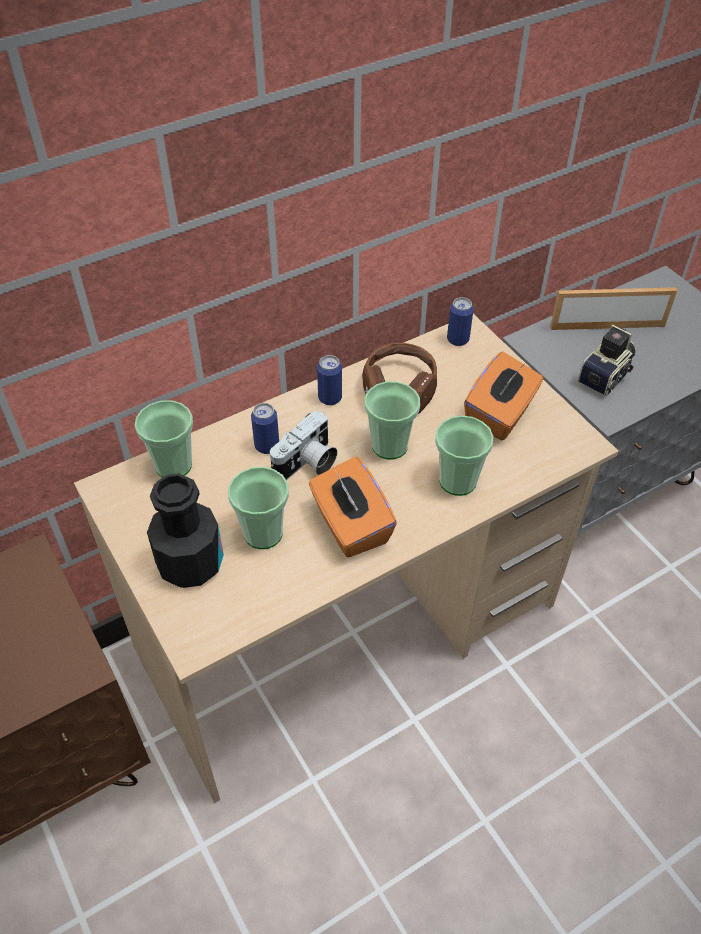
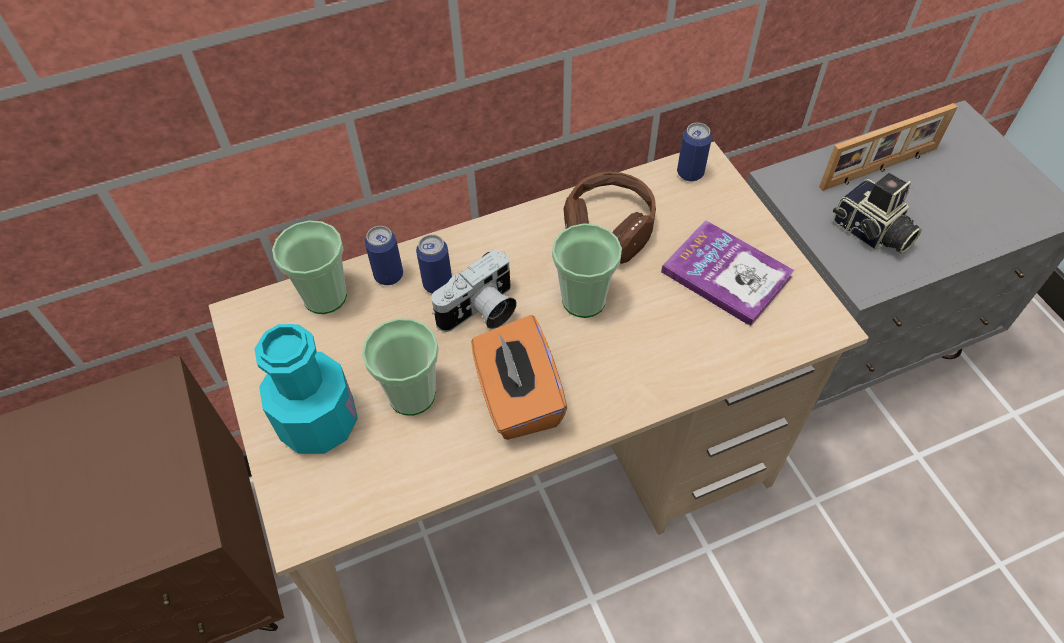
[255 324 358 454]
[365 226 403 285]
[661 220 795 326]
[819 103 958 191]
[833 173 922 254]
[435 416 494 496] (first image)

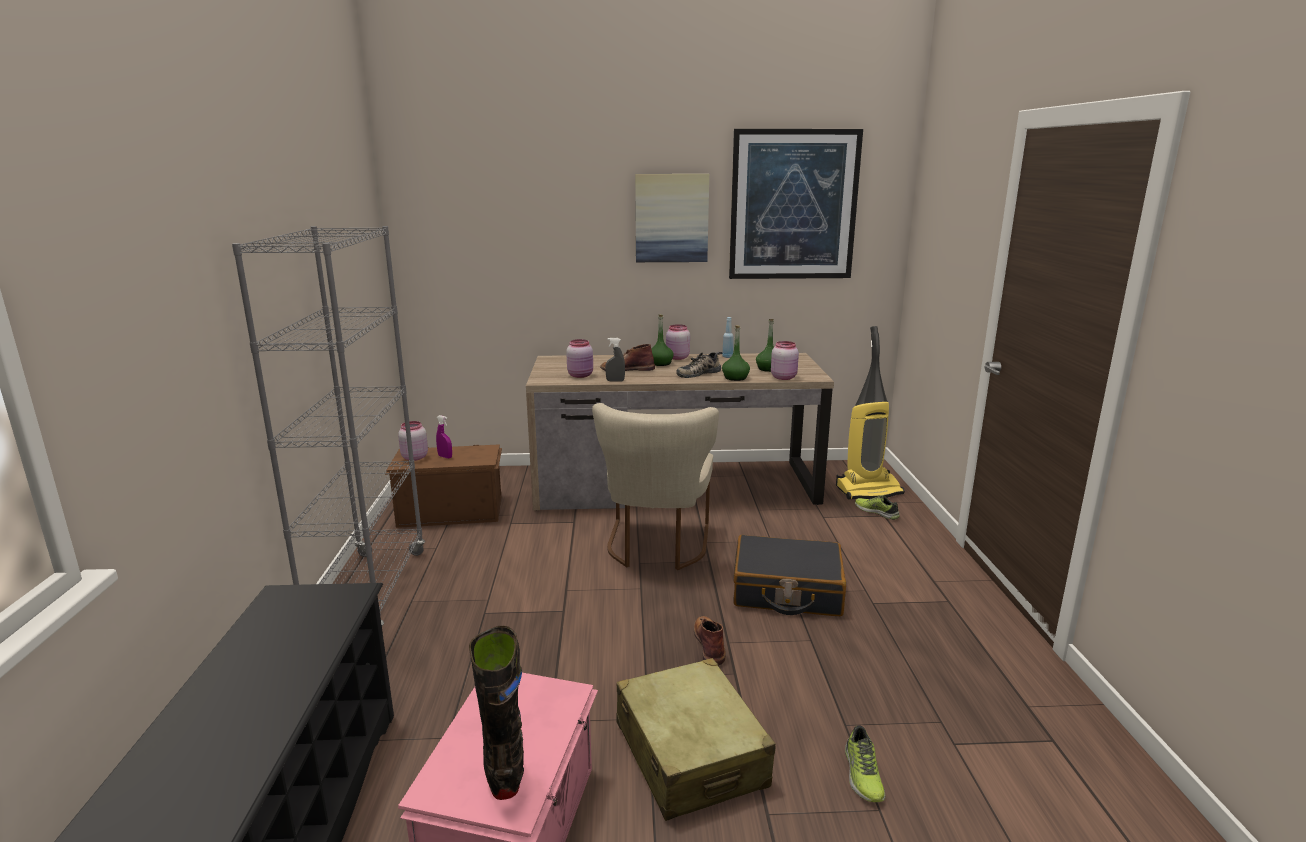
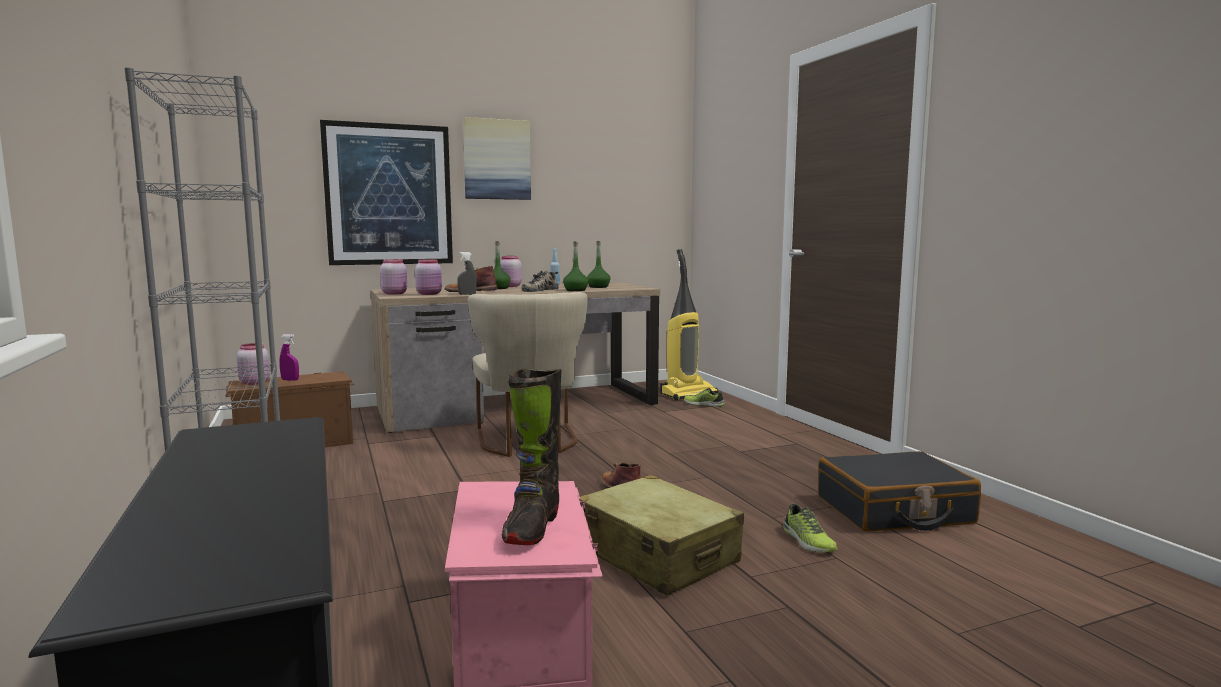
[320 120 453 265]
[380 259 407 295]
[502 368 562 545]
[818 451 981 532]

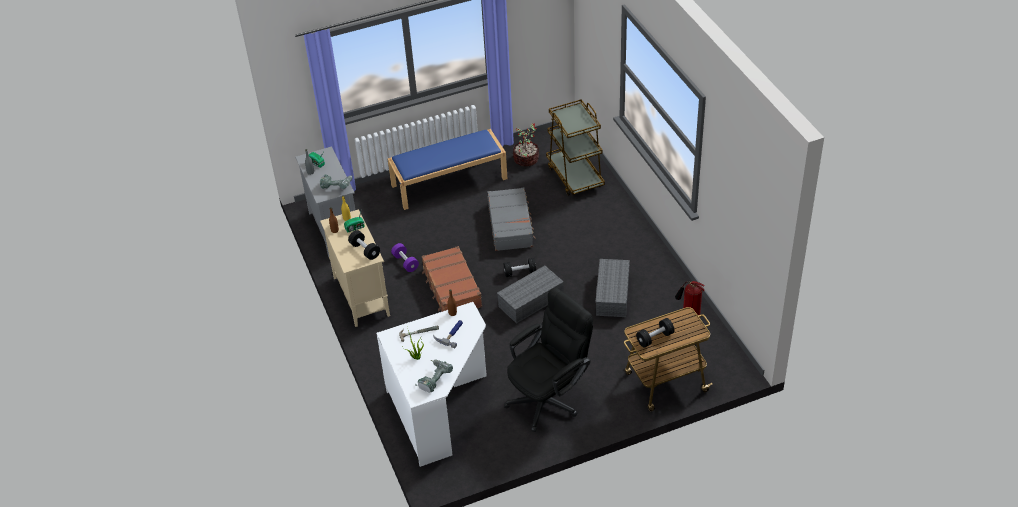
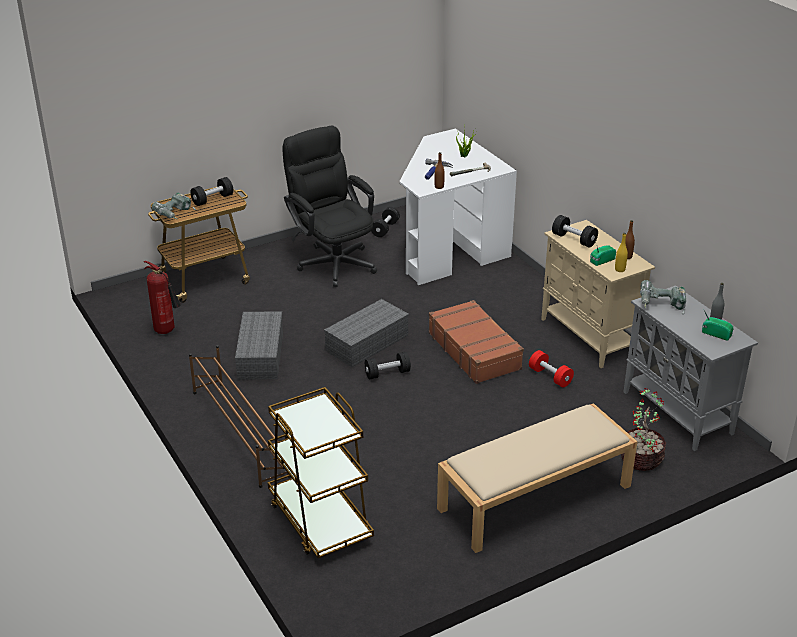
[152 193 196 219]
[189 345 291 488]
[282 125 377 287]
[371 207 400 237]
[437 403 637 553]
[529 350 574 387]
[621 388 666 471]
[487 188 536 251] (first image)

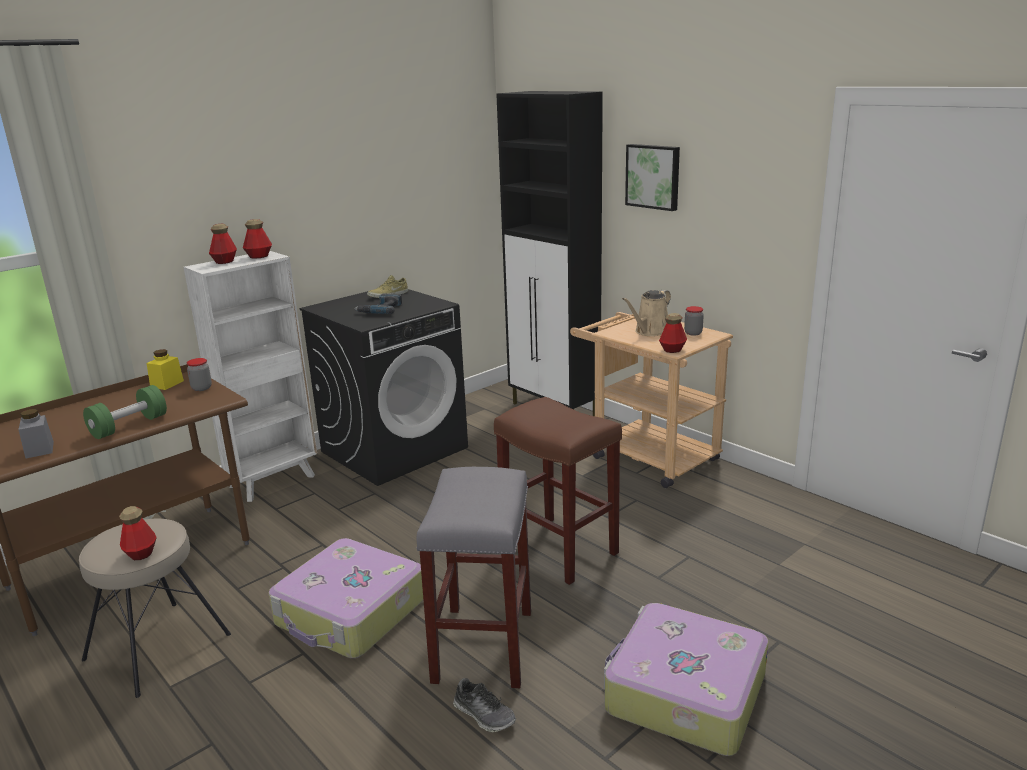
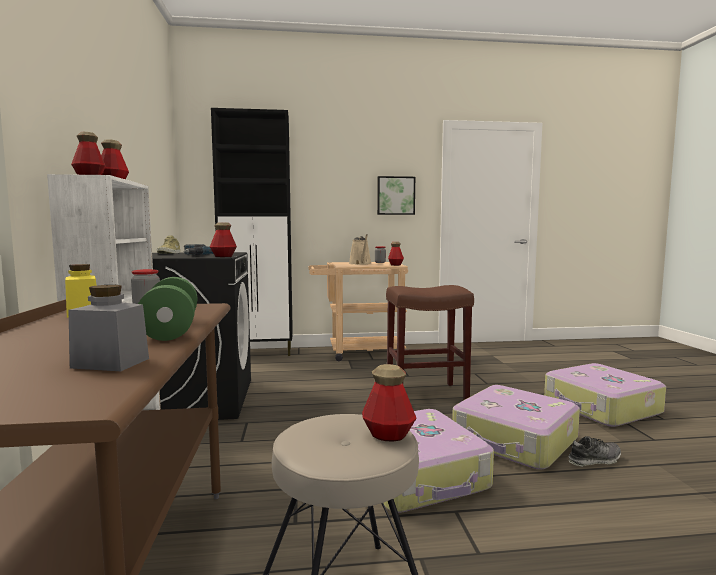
[210 222 237 257]
[377 176 415 215]
[452 385 580 470]

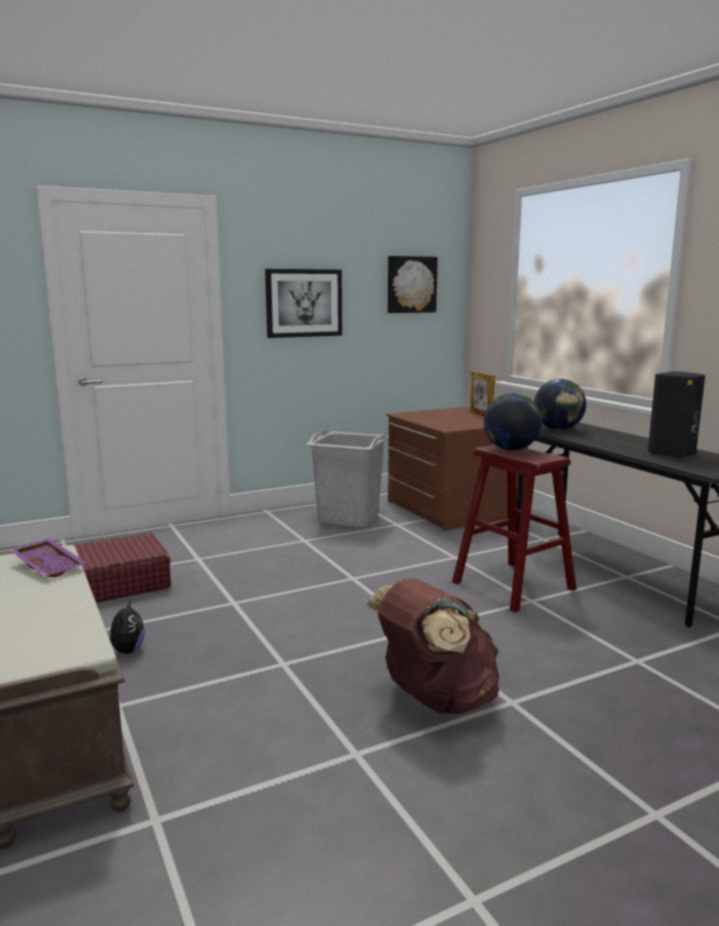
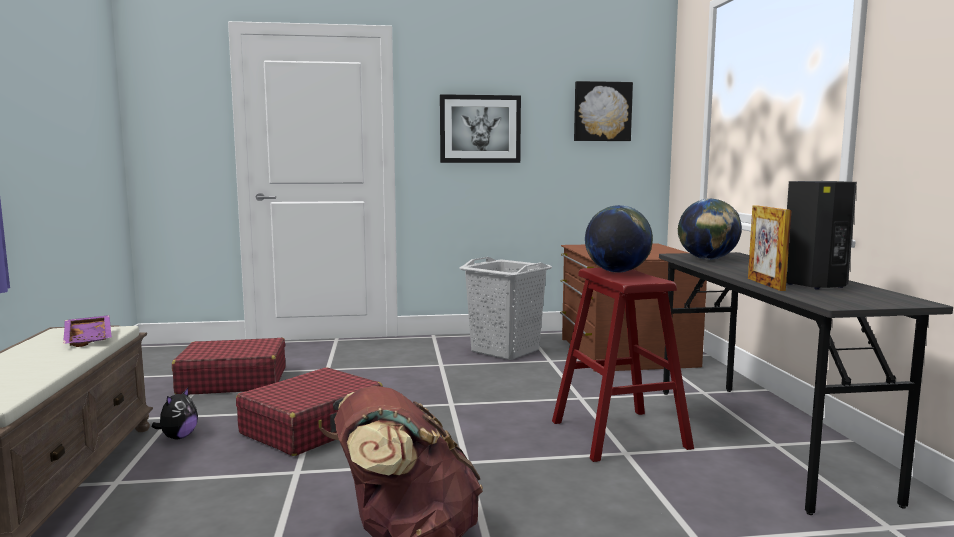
[236 367 383 456]
[748 205 792 291]

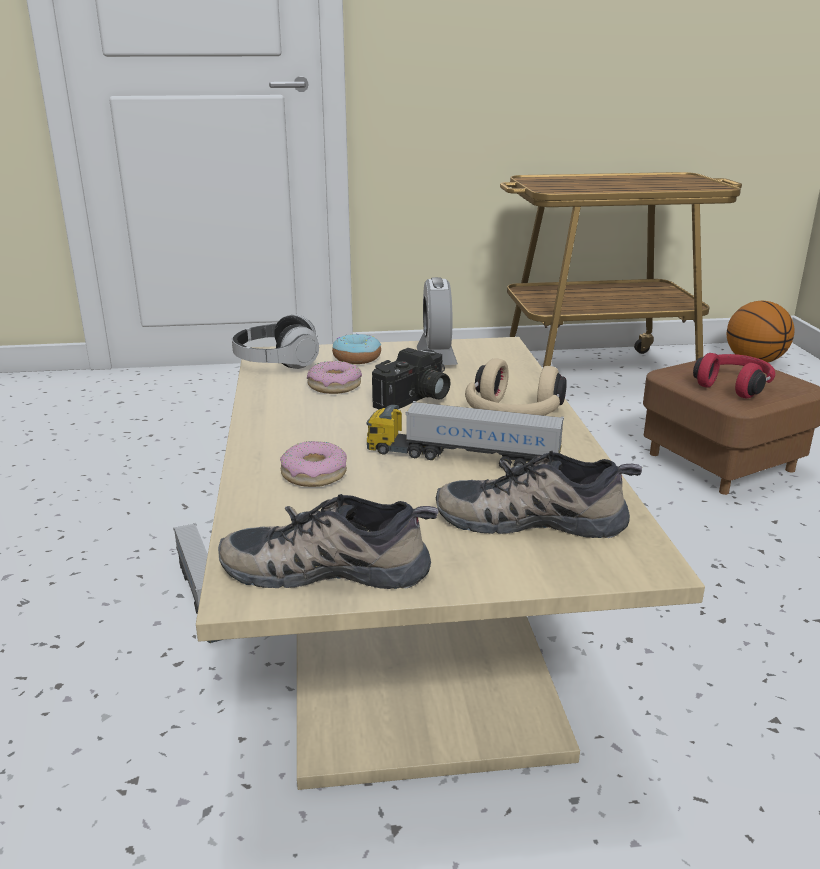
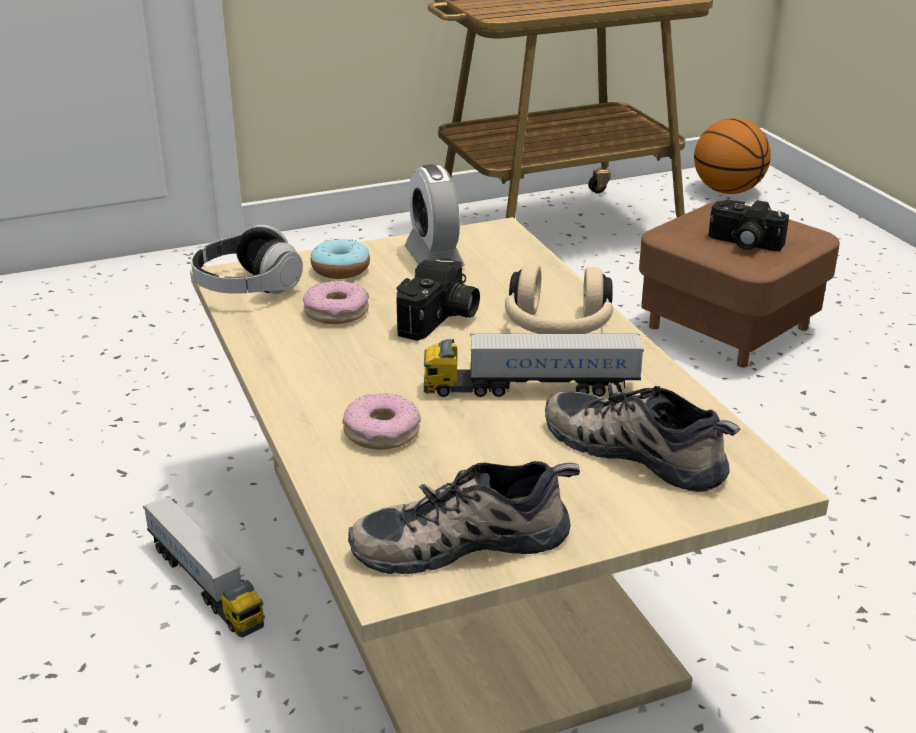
[545 383 740 492]
[709 200 789 251]

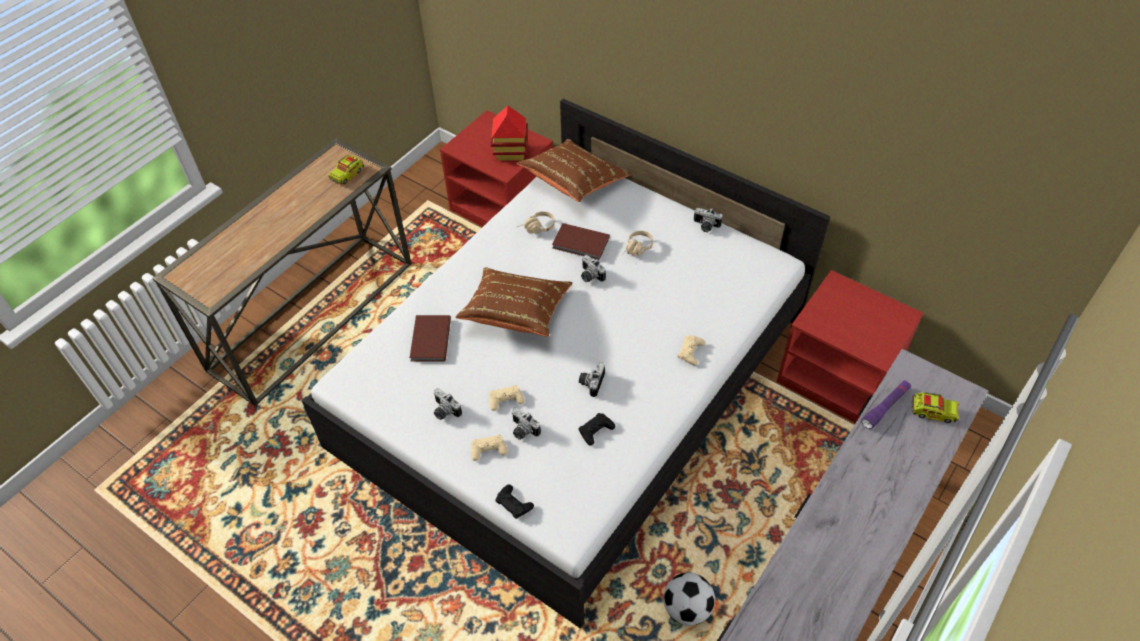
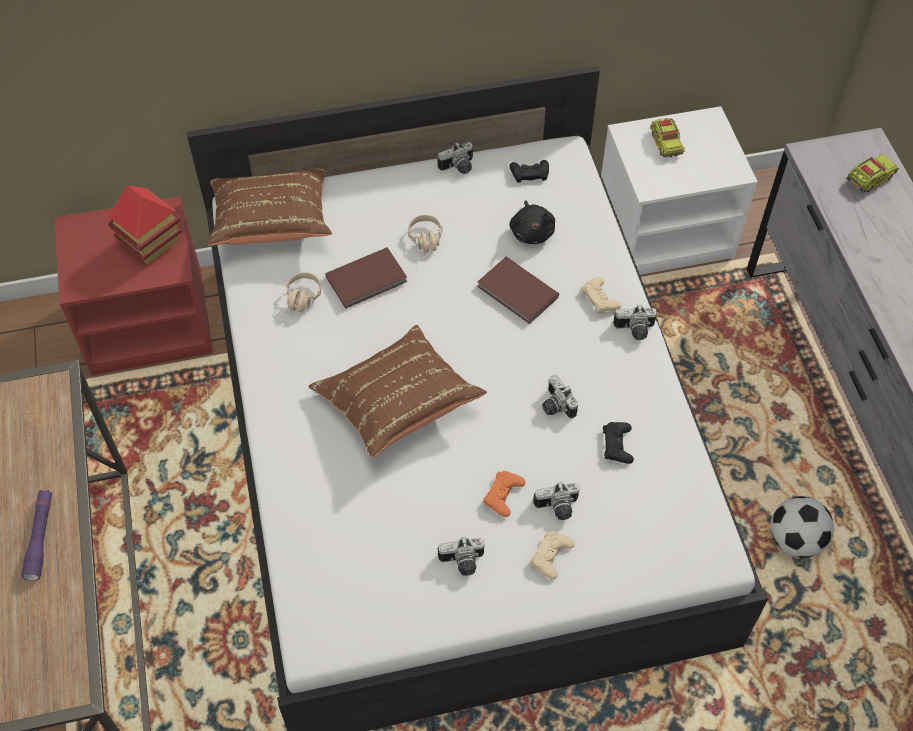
[21 490 52 581]
[477 257 559 324]
[483 471 525 517]
[509 160 549 183]
[509 200 555 244]
[601 106 758 275]
[613 305 657 340]
[650 118 685 157]

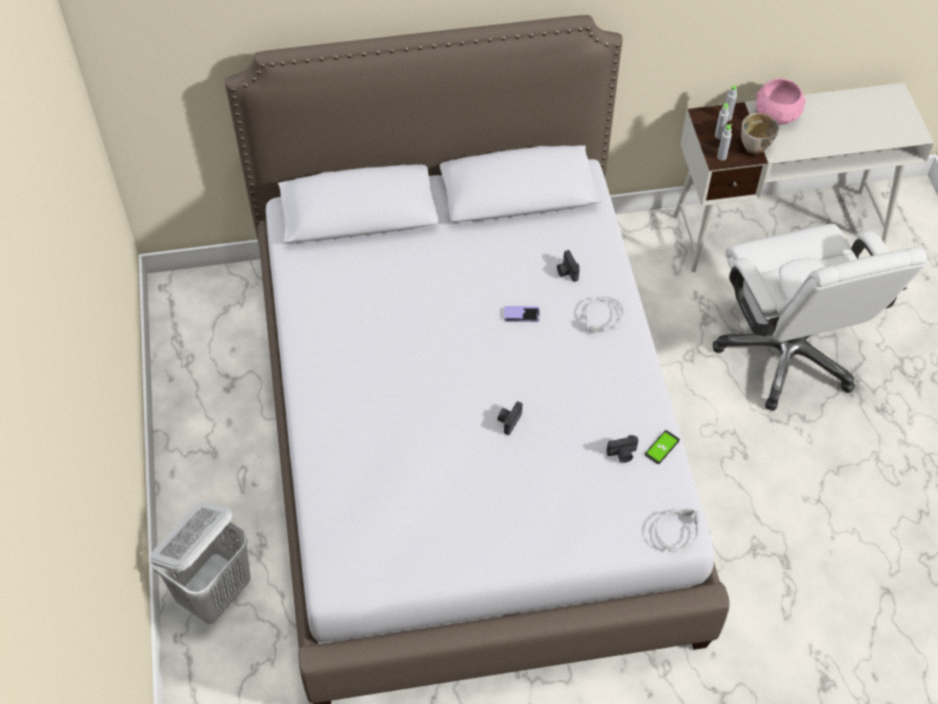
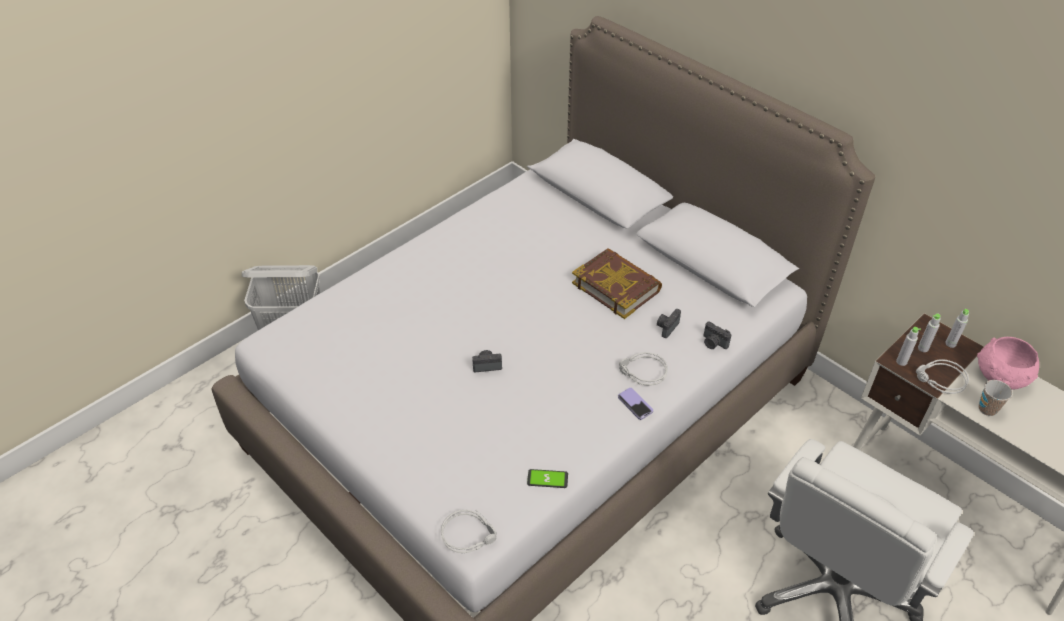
[572 248 662 319]
[618 388 653 420]
[704 321 731 349]
[916 359 969 394]
[979 380 1012 416]

